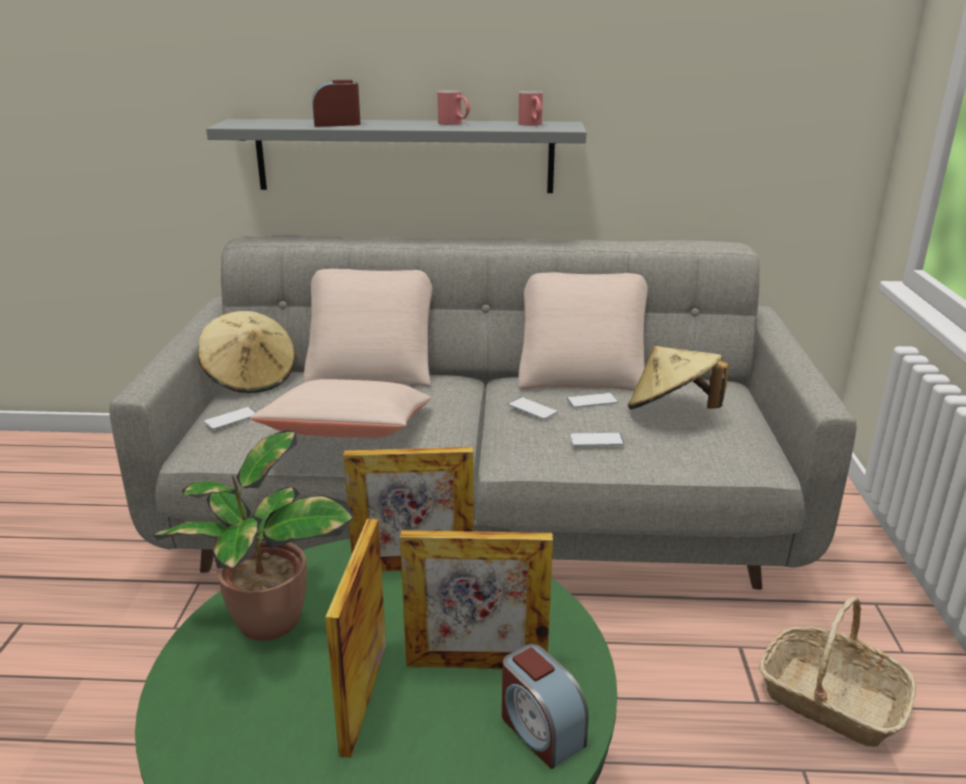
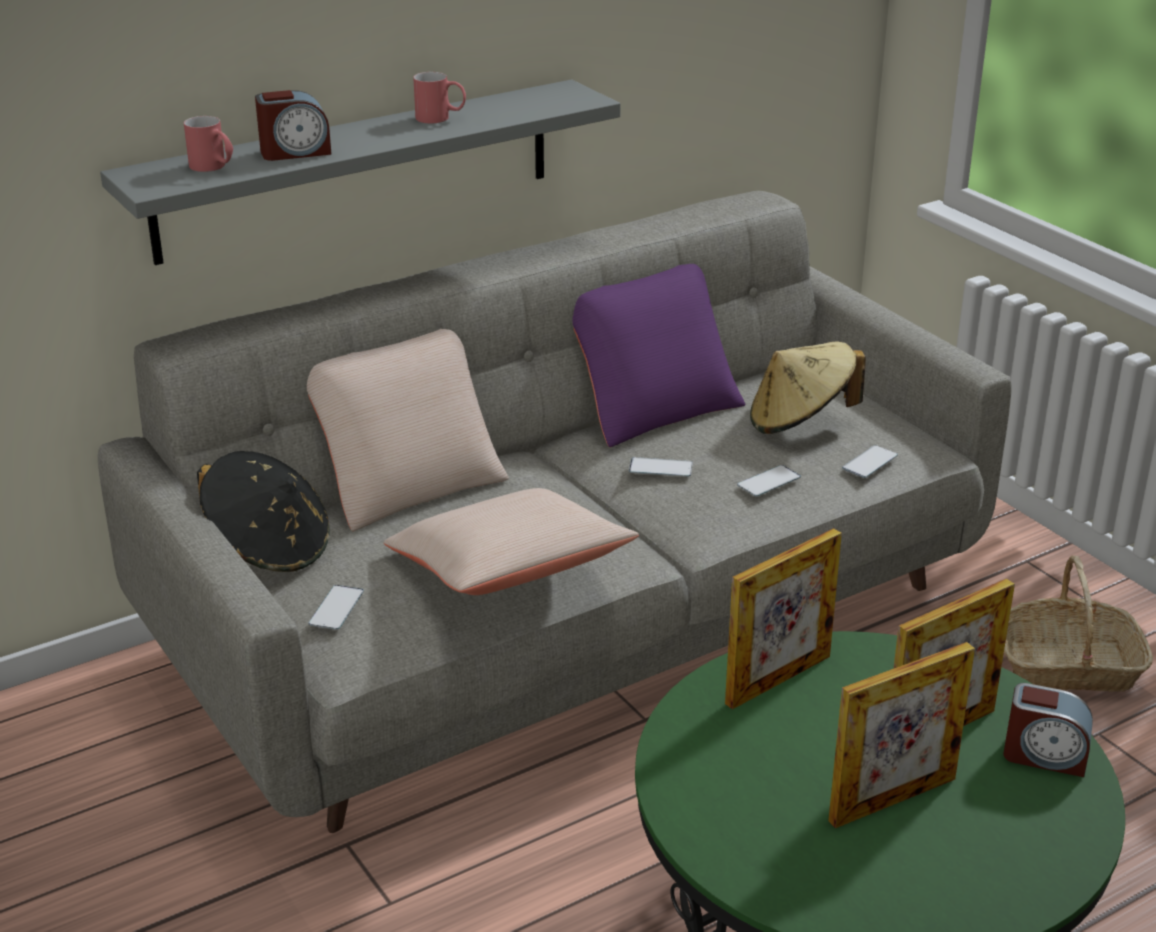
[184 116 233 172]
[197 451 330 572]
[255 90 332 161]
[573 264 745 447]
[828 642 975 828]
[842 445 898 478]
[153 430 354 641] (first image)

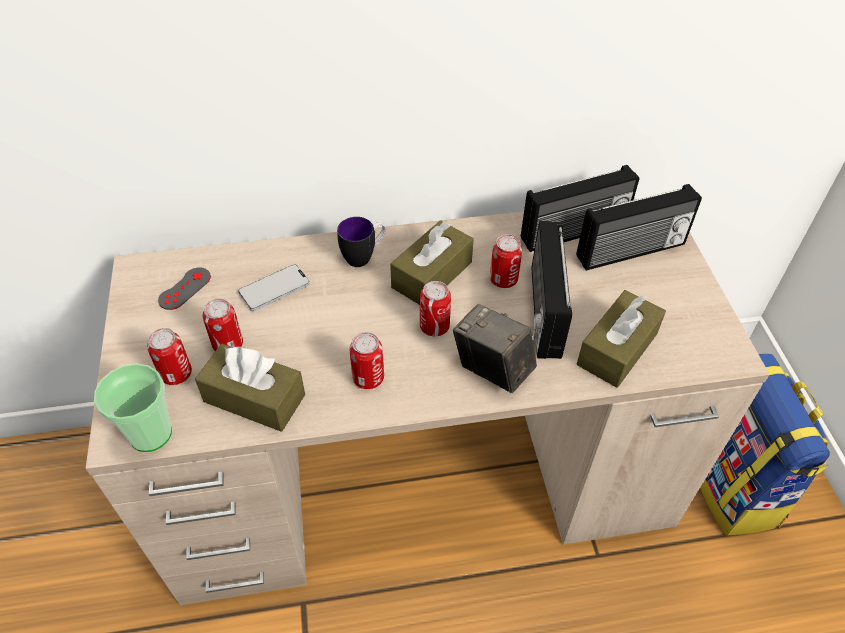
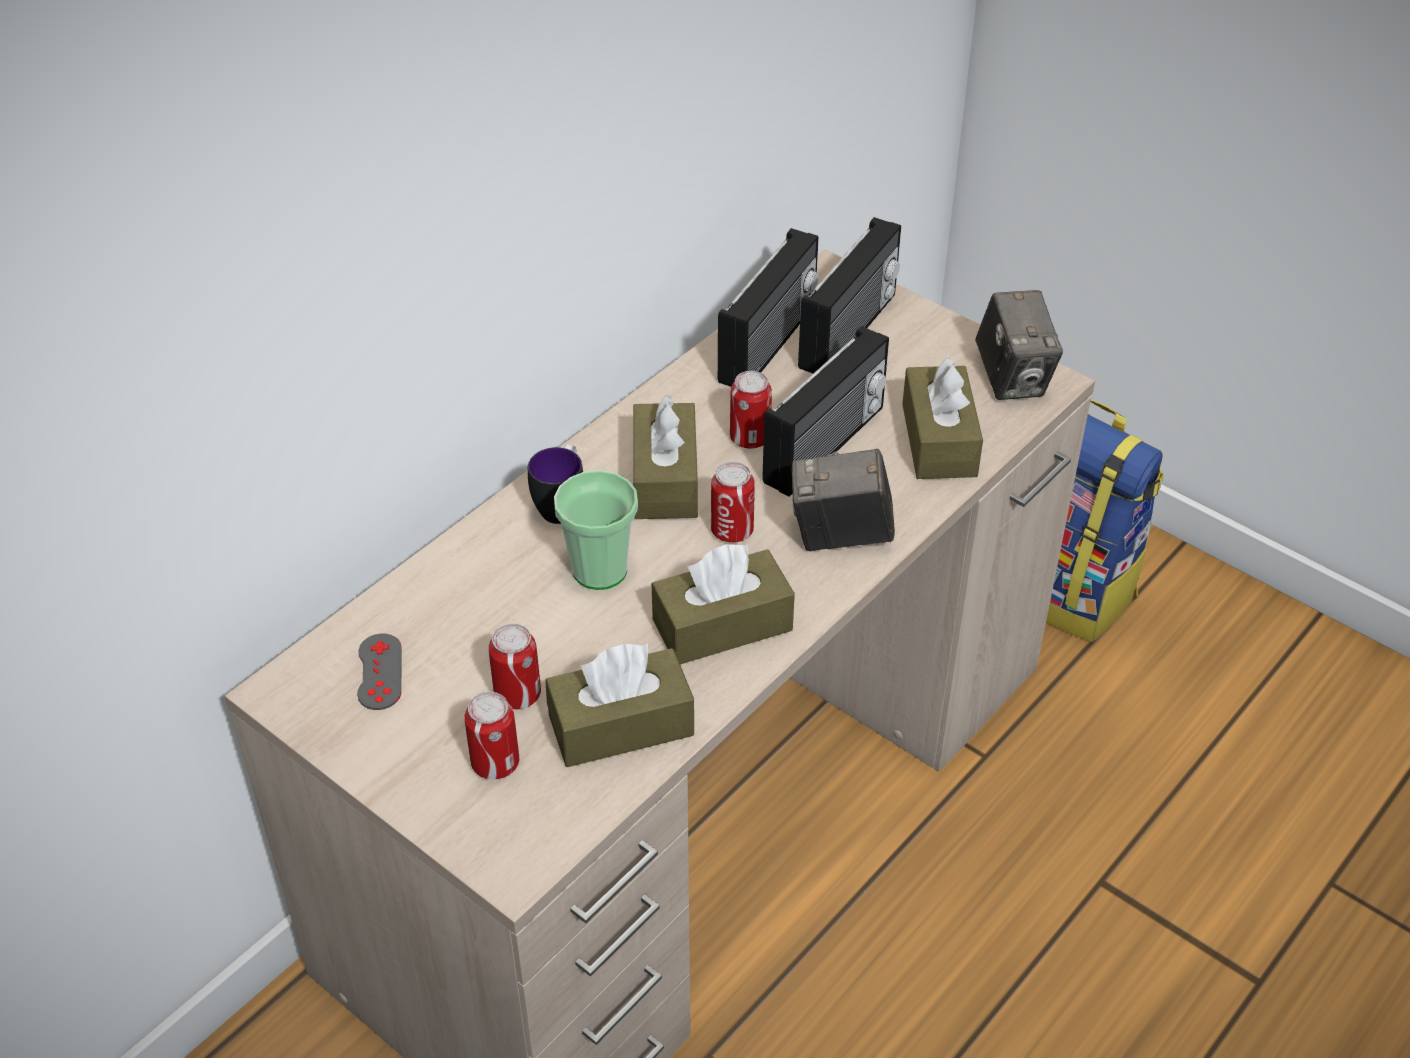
[554 470 638 590]
[652 544 795 664]
[762 326 889 497]
[975 290 1063 400]
[238 264 310 311] (first image)

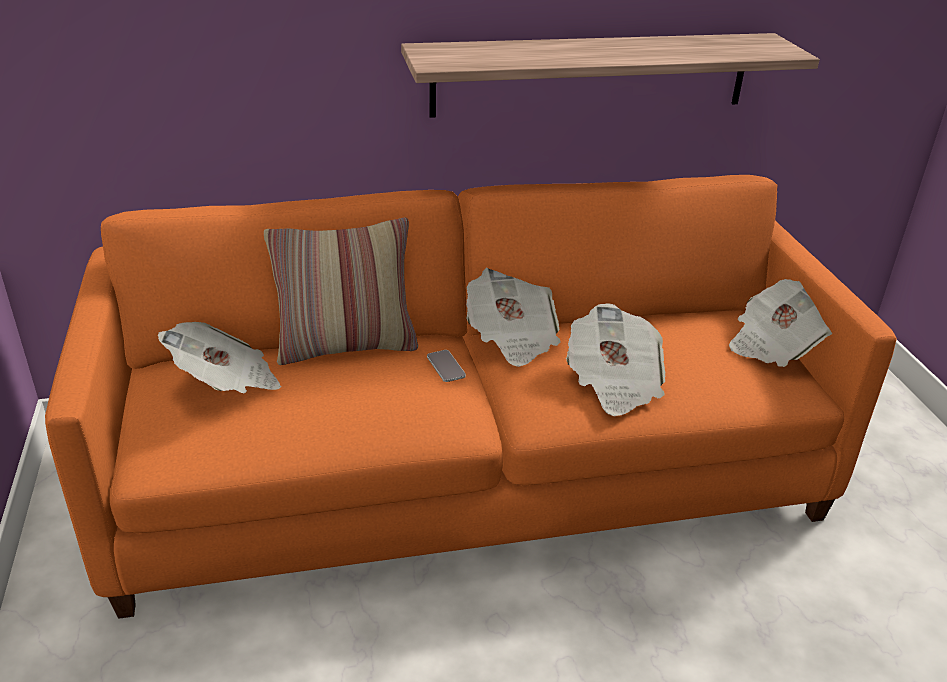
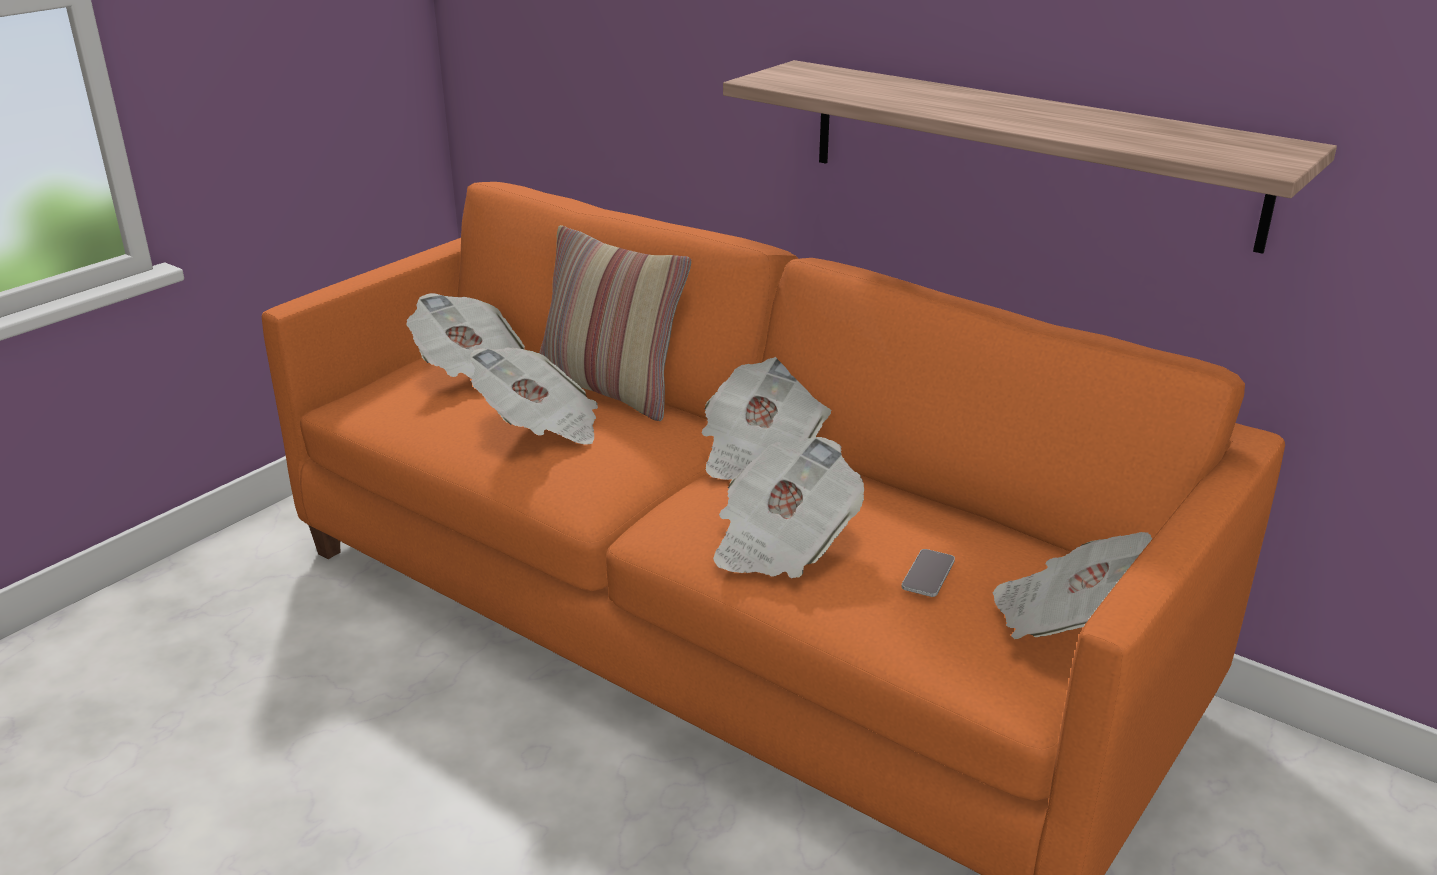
[470 347 598 445]
[902 549 955 597]

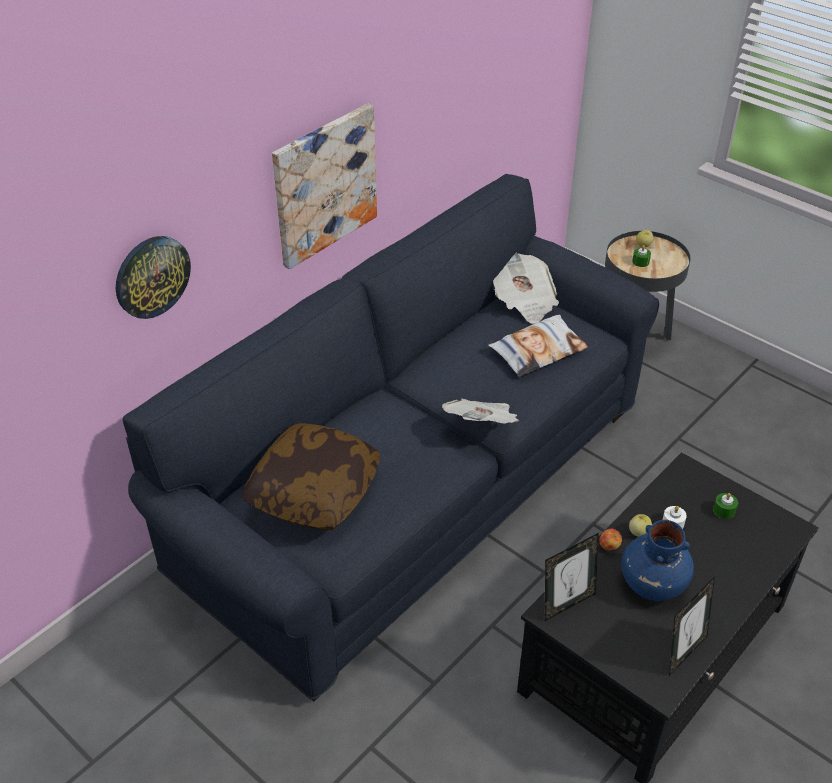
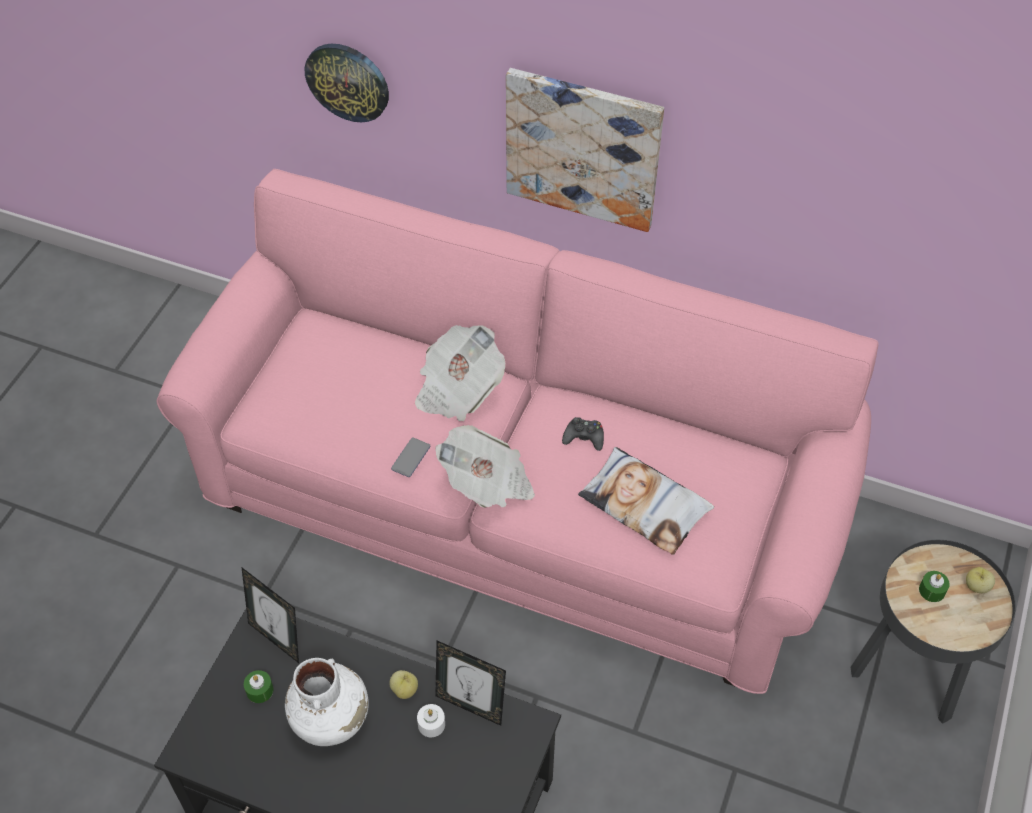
[156 169 879 694]
[244 670 273 703]
[285 658 369 746]
[391 437 430 477]
[415 325 505 421]
[435 641 506 726]
[562 417 604 451]
[242 423 380 530] (first image)
[599 529 622 551] (first image)

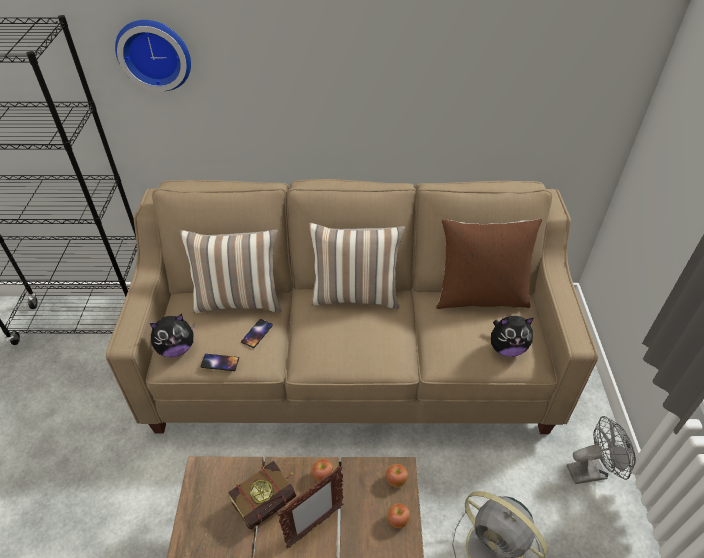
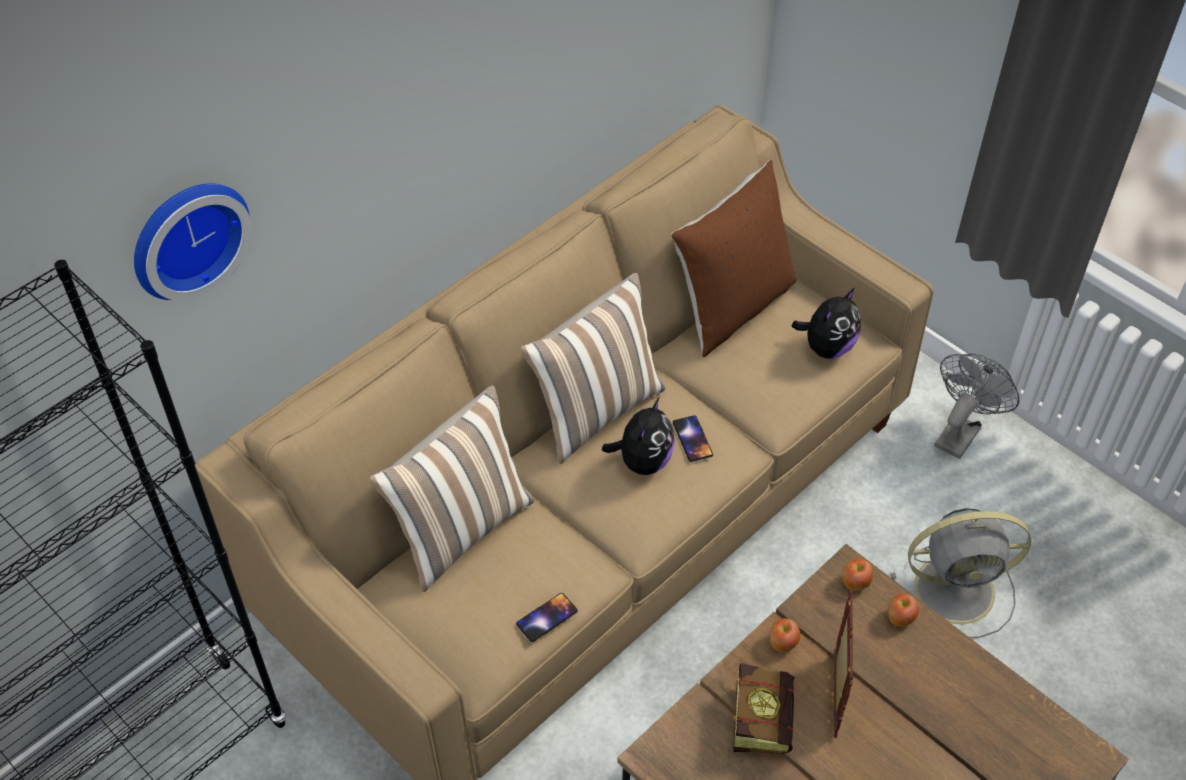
[602 398 675 475]
[673 415 713 462]

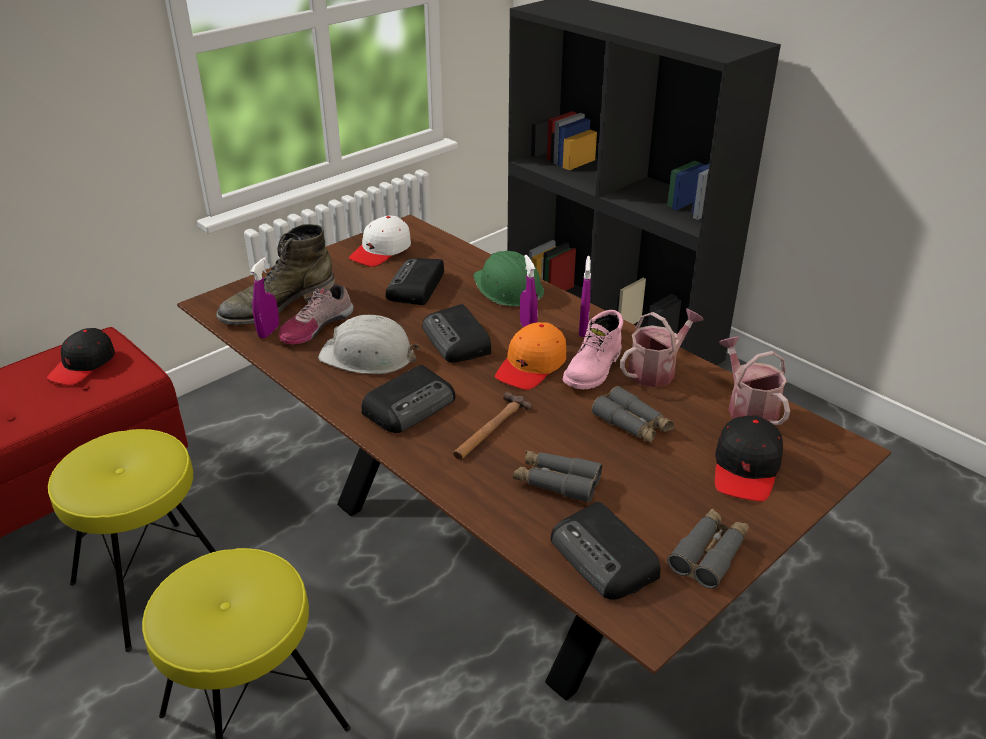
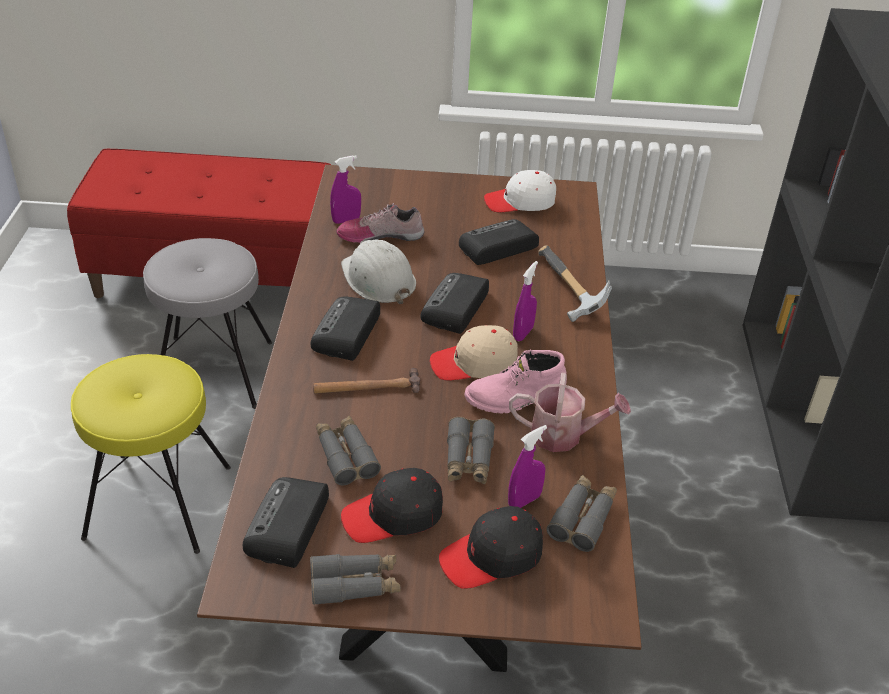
[143 238 272 409]
[311 296 380 361]
[341 468 443 543]
[430 325 518 380]
[508 425 547 508]
[538 245 612 322]
[546 475 617 552]
[216 224 335 325] (first image)

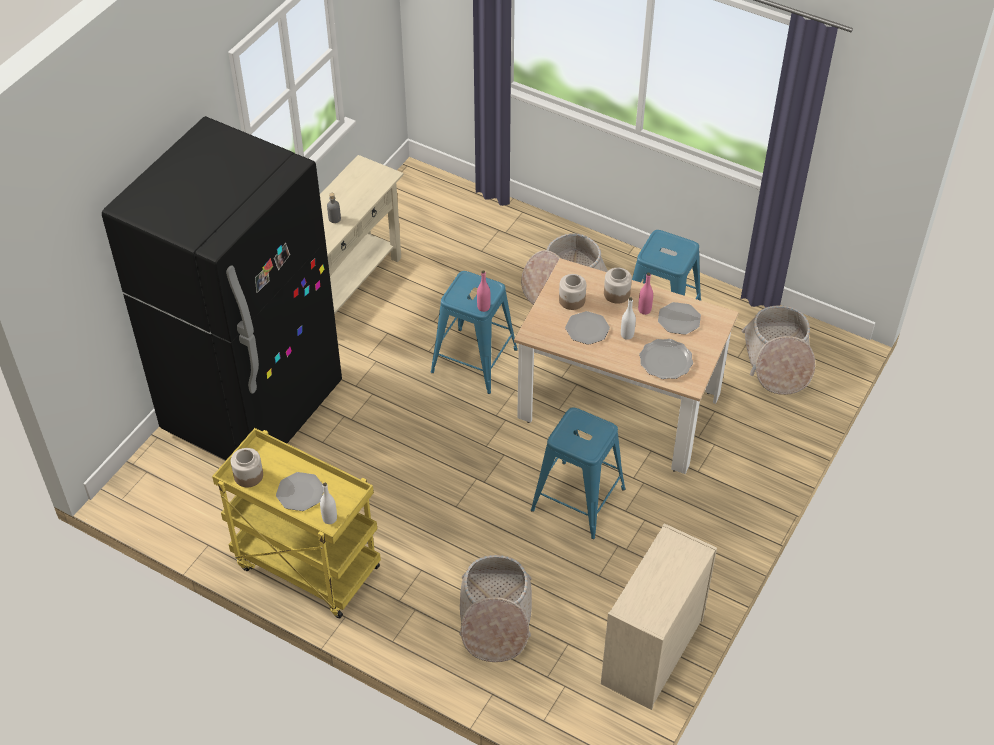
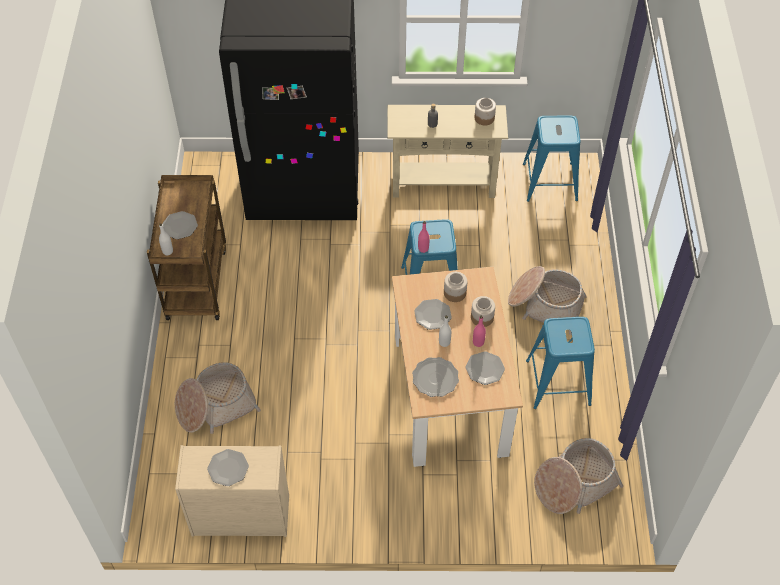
[147 175 226 320]
[207 449 249 486]
[475 98 496 126]
[523 116 580 202]

